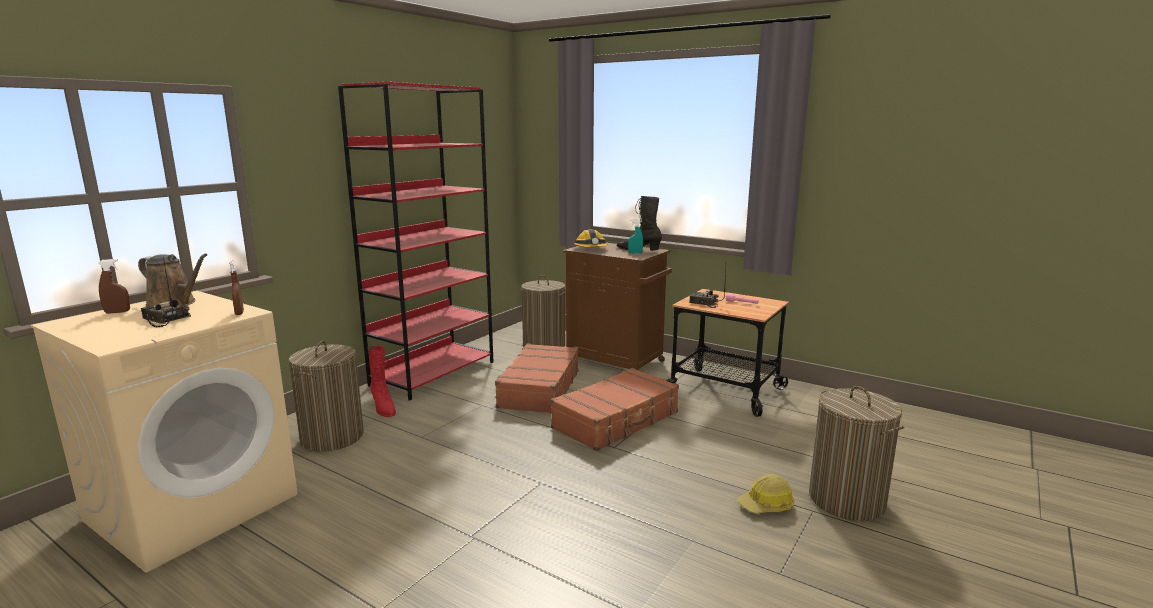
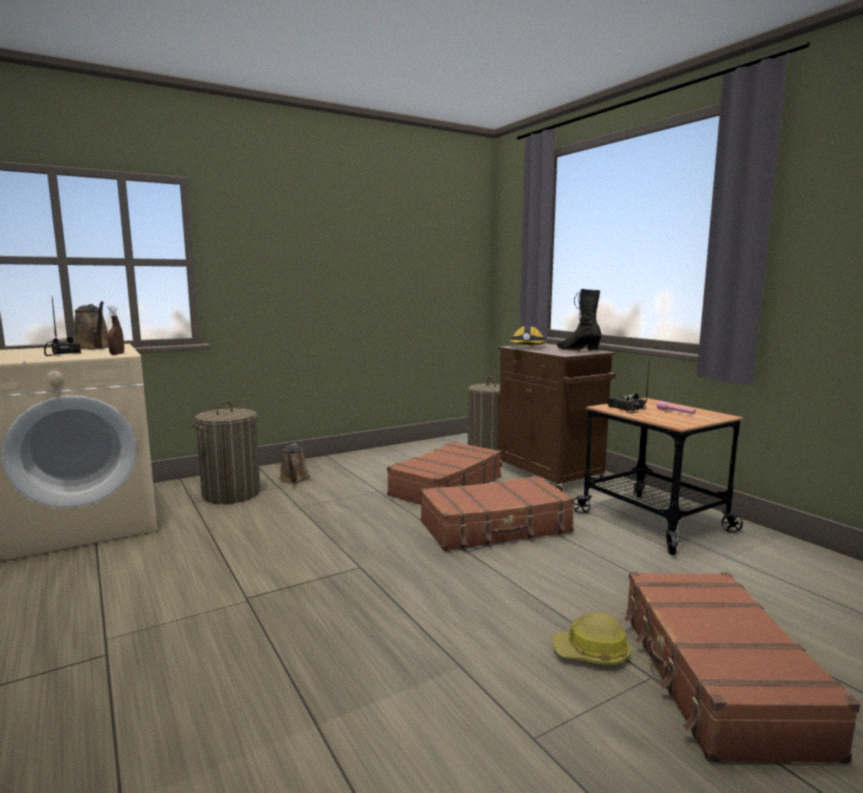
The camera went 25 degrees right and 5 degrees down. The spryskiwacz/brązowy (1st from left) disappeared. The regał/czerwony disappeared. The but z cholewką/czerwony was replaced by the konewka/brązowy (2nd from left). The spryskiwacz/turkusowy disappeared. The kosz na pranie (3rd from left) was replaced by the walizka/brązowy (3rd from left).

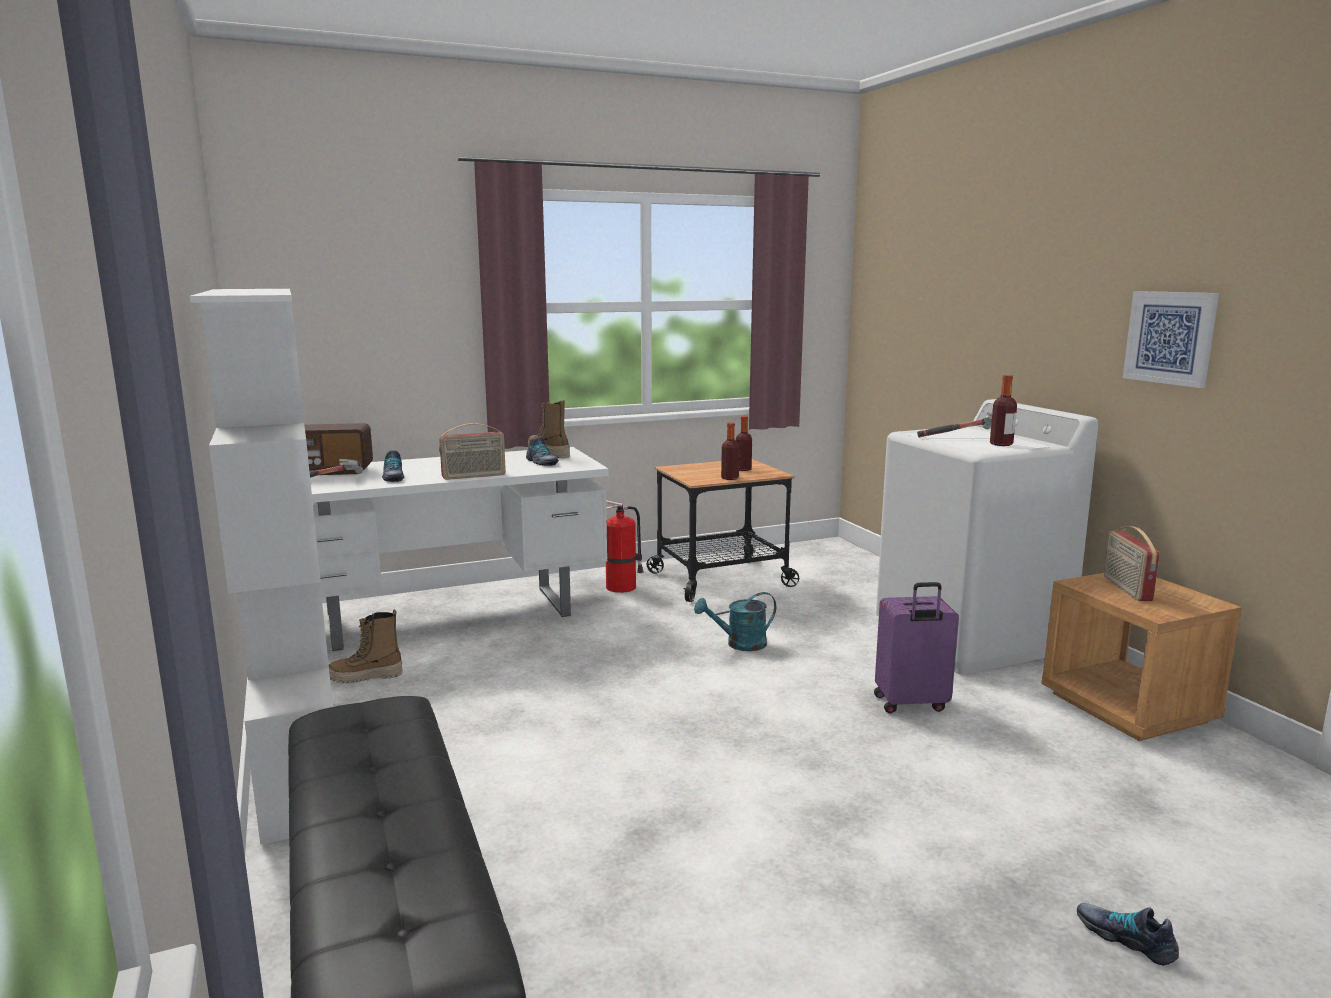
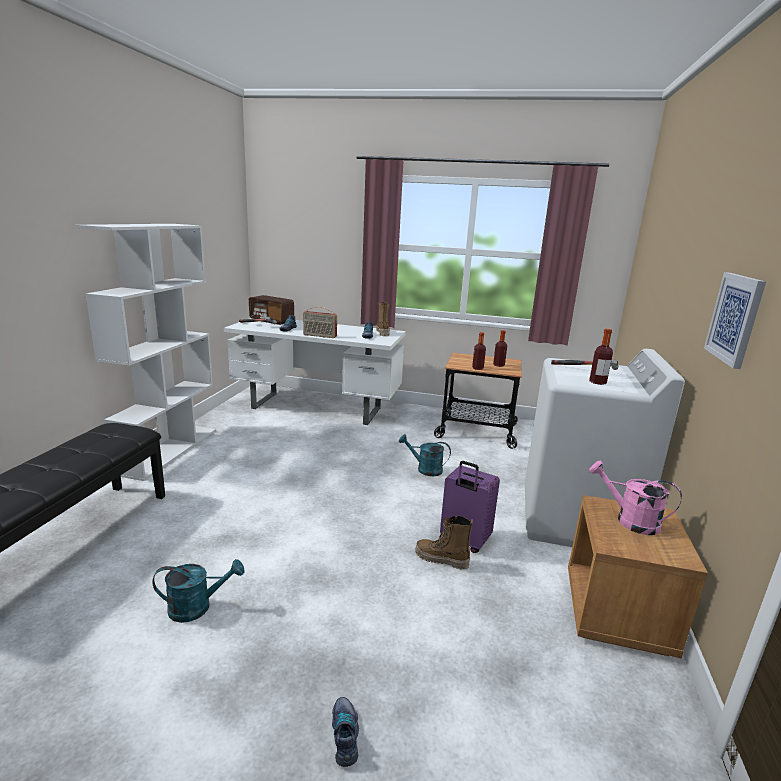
The camera went 35 degrees right and 5 degrees up. The but z cholewką (1st from left in the first image) moved. The gaśnica disappeared. The radio (3rd from left) was replaced by the konewka/różowy. The konewka/turkusowy (1st from left) appeared.

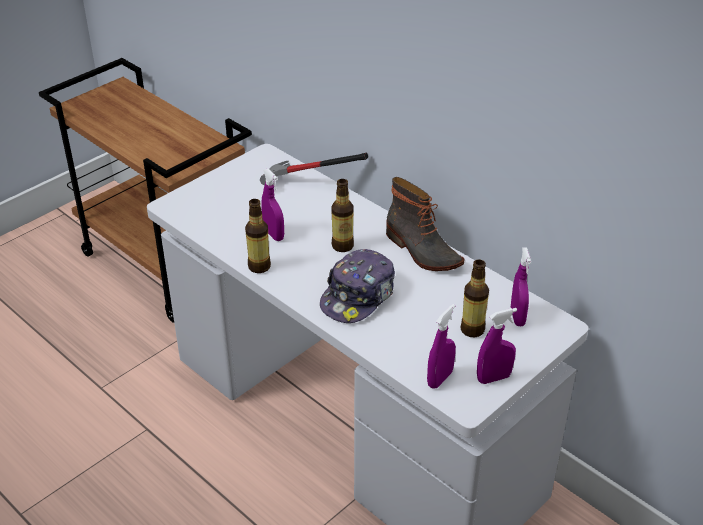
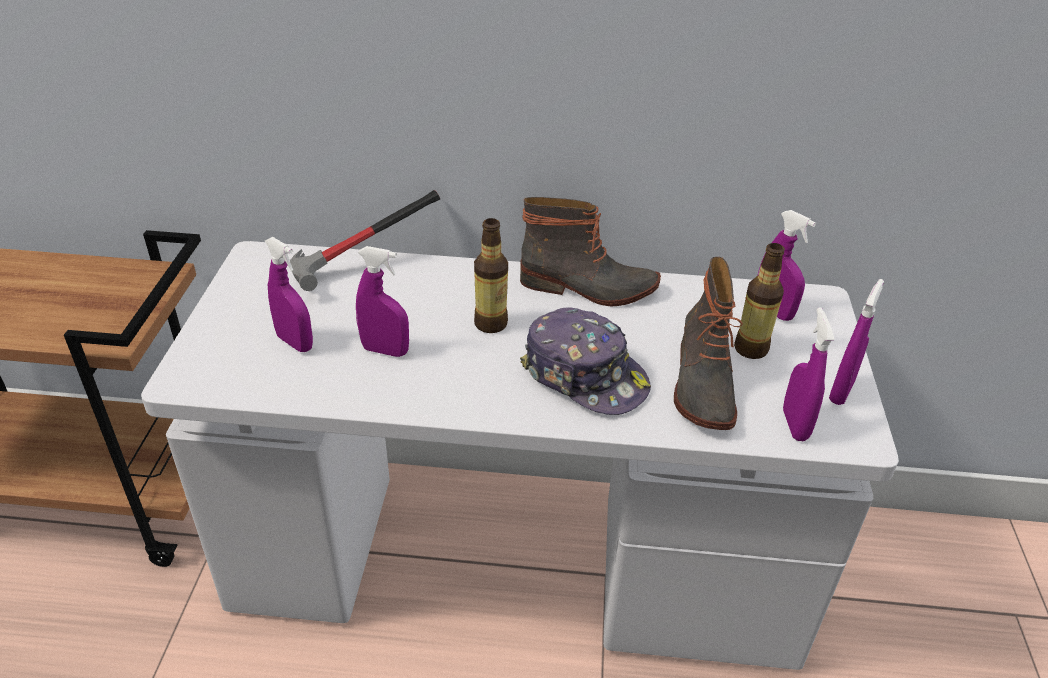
The camera went 40 degrees left and 0 degrees up. The butelka (1st from left) disappeared. The czapka z daszkiem turned 45 degrees counterclockwise. The spryskiwacz/fioletowy (1st from left) appeared. The but z cholewką (2nd from left) appeared.

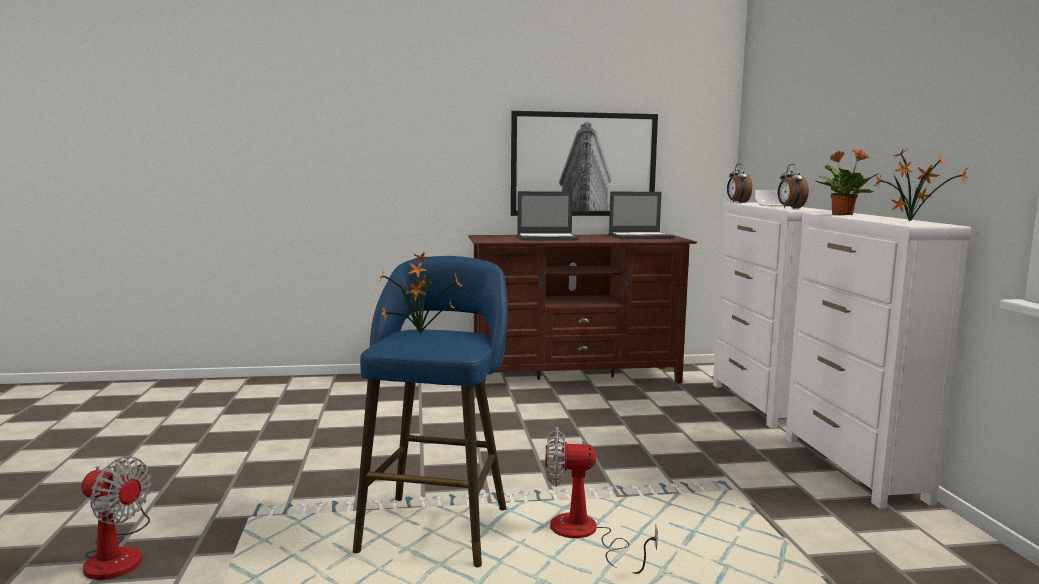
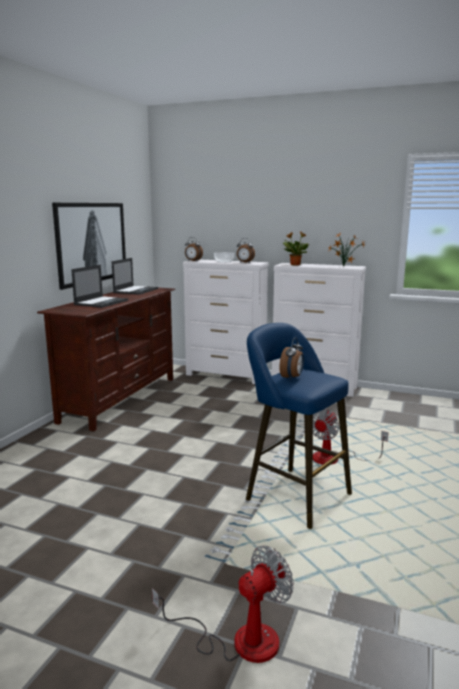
The camera went 60 degrees left and 5 degrees up. The roślina doniczkowa (1st from left) was replaced by the budzik (3rd from left).

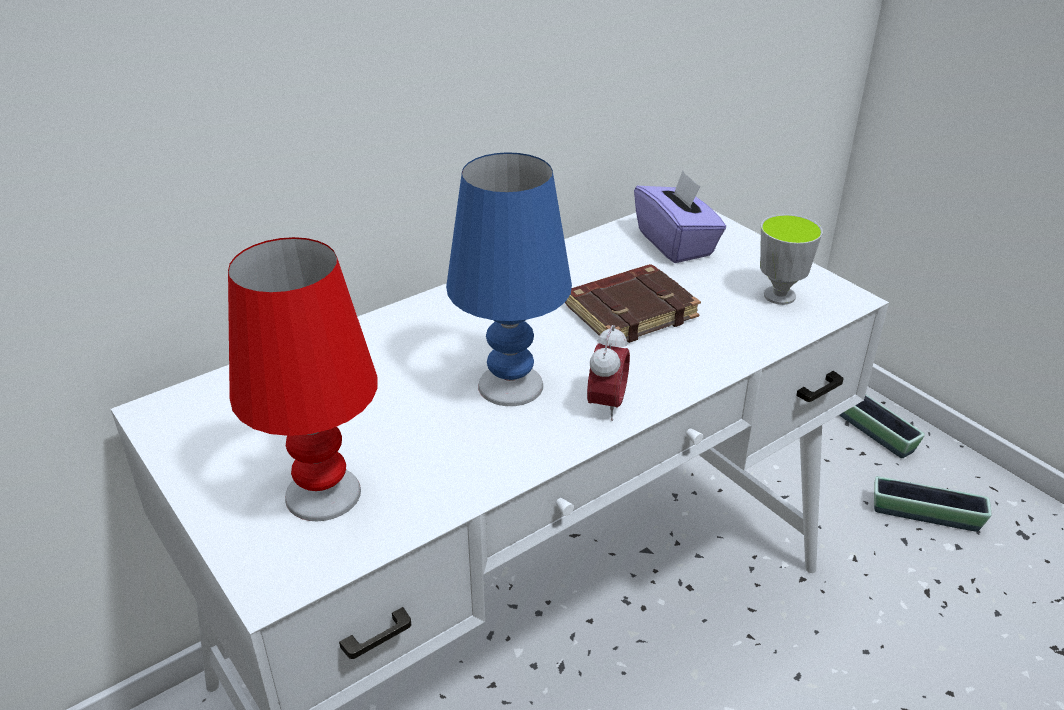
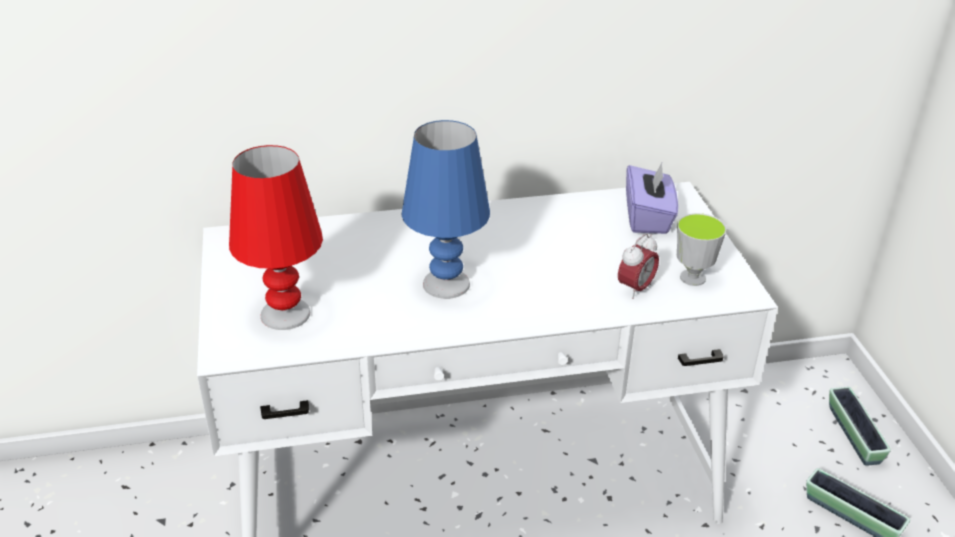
The camera went 25 degrees right and 0 degrees up. The książka/brązowy disappeared. The budzik moved.

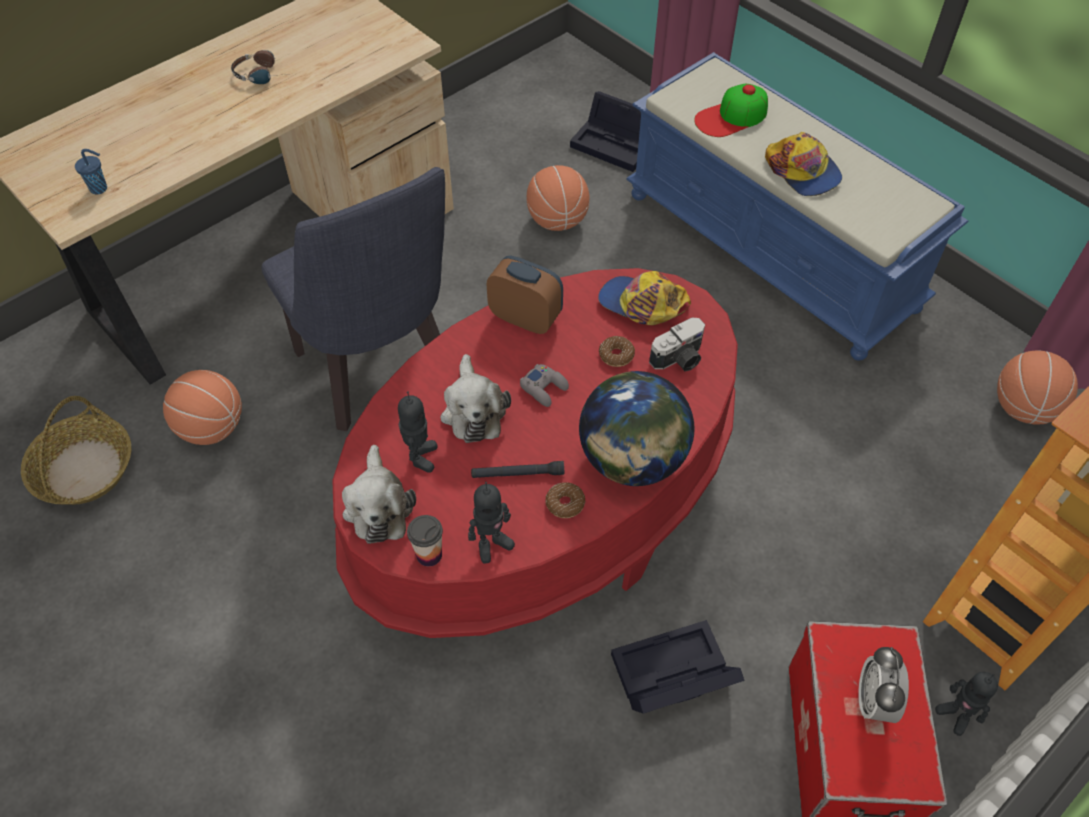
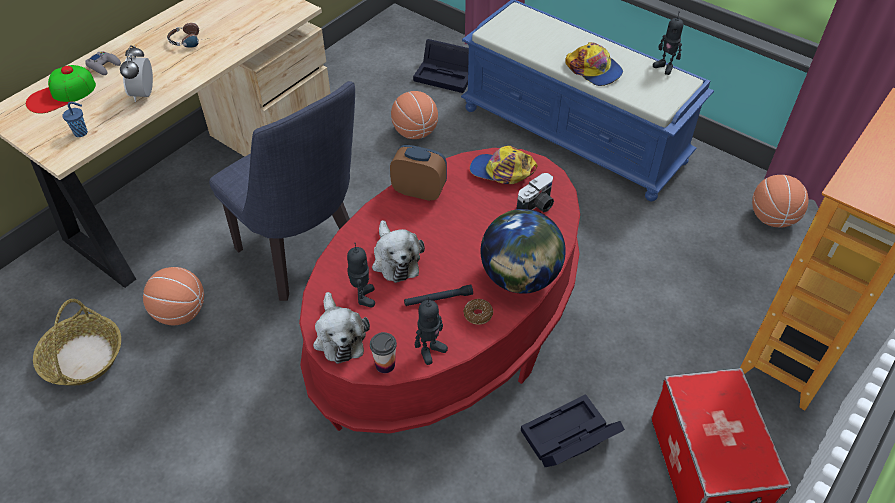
The camera went 10 degrees left and 5 degrees down. The pad do gier/szary moved. The donut (2nd from left) disappeared. The czapka z daszkiem (2nd from left in the first image) moved. The budzik (2nd from left in the first image) moved. The robot zabawkowy (3rd from left) moved.

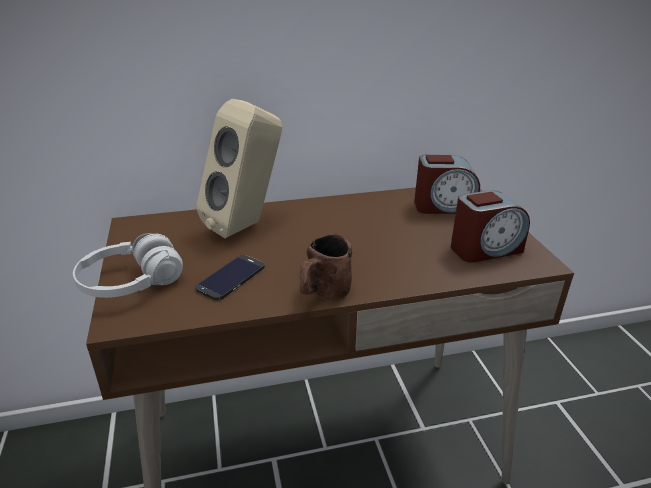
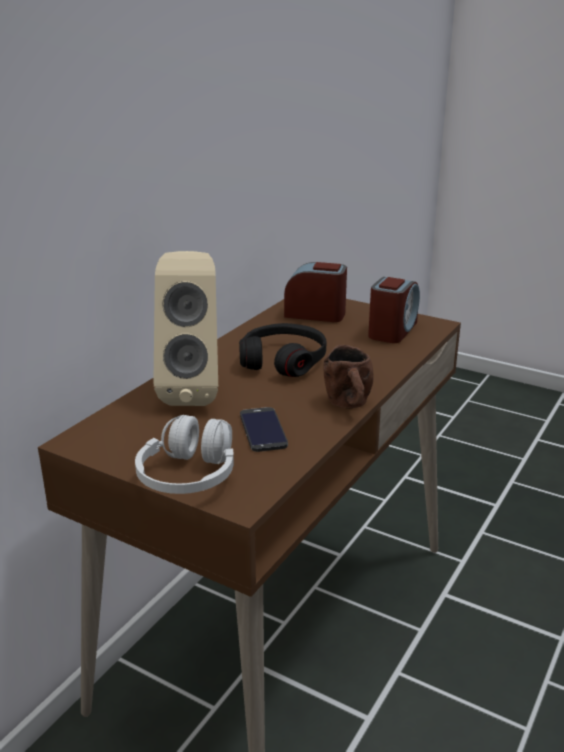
The camera went 45 degrees left and 5 degrees down. The budzik (1st from left) turned 120 degrees counterclockwise. The słuchawki/czarny appeared.

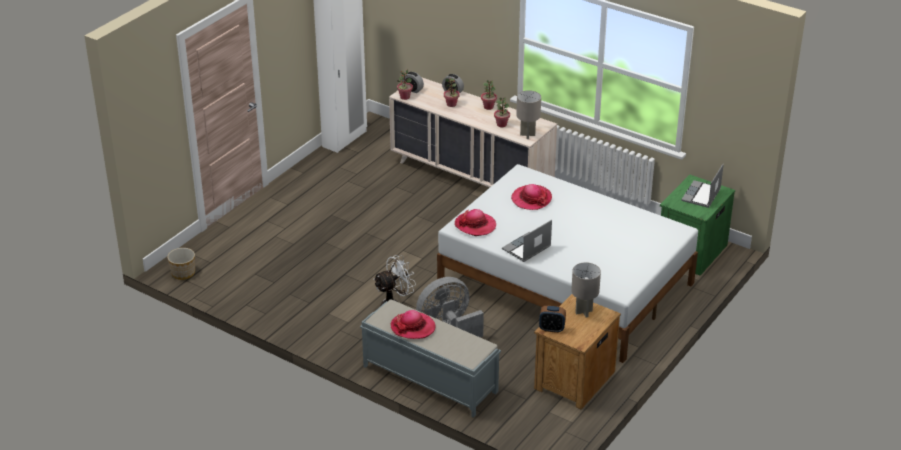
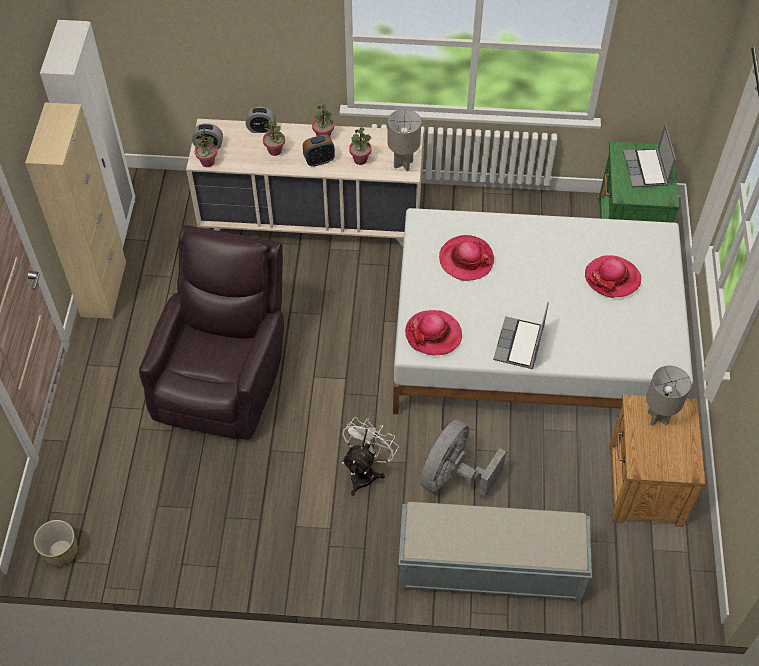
The camera went 30 degrees left and 20 degrees up. The kapelusz (1st from left in the first image) moved. The budzik (3rd from left) moved. The szafka/beżowy appeared. The fotel/brązowy appeared.

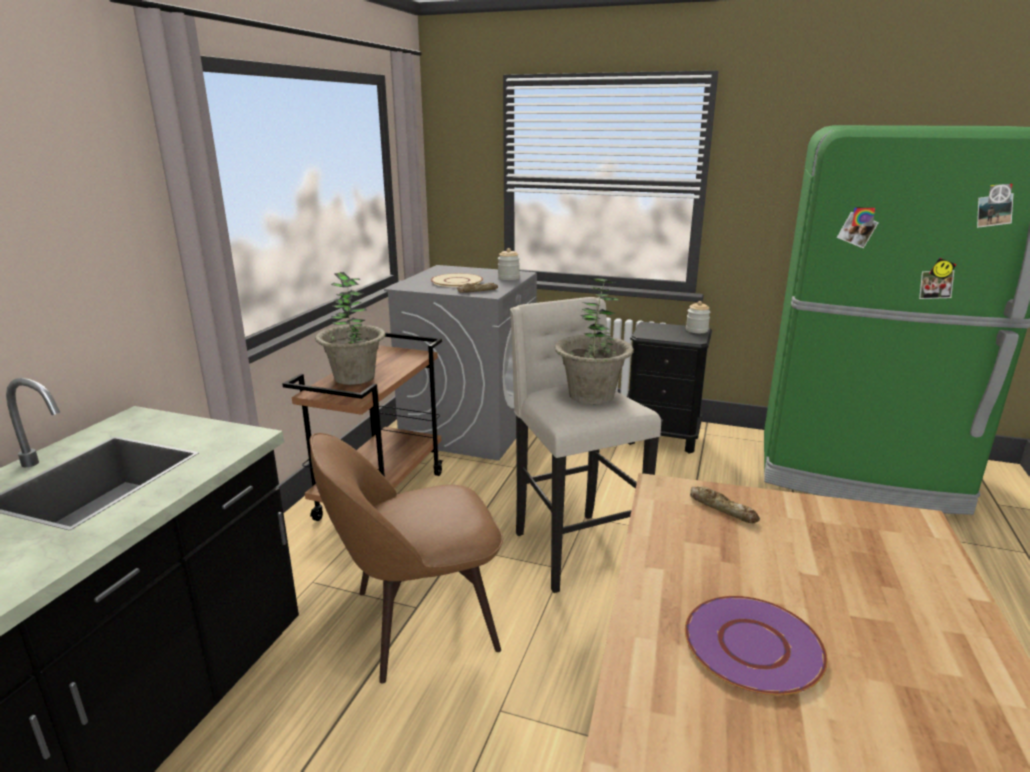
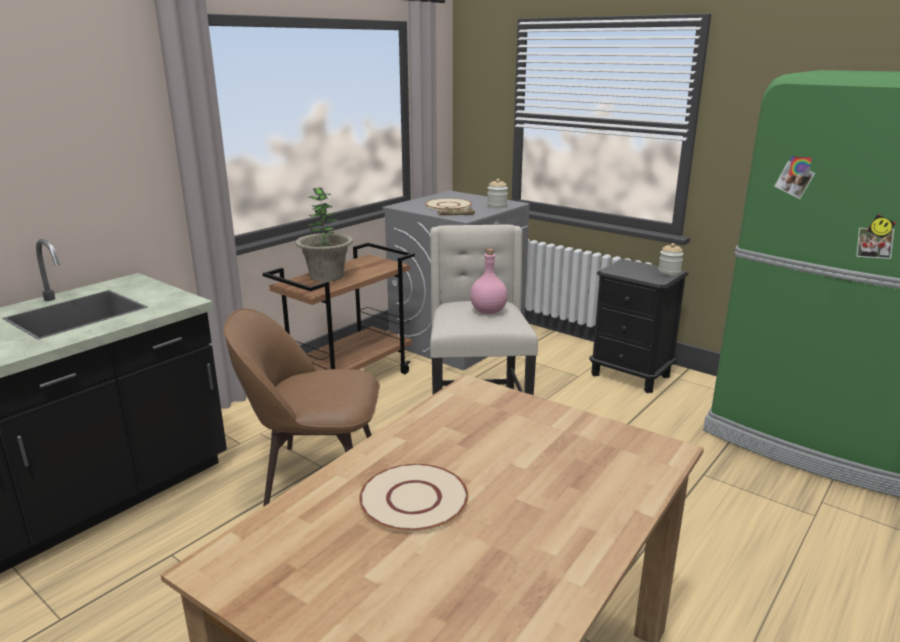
The camera went 20 degrees right and 0 degrees up. The roślina doniczkowa (2nd from left) was replaced by the butelka/różowy. The talerz/fioletowy became the talerz/beżowy (1st from left). The chleb (2nd from left) disappeared.

